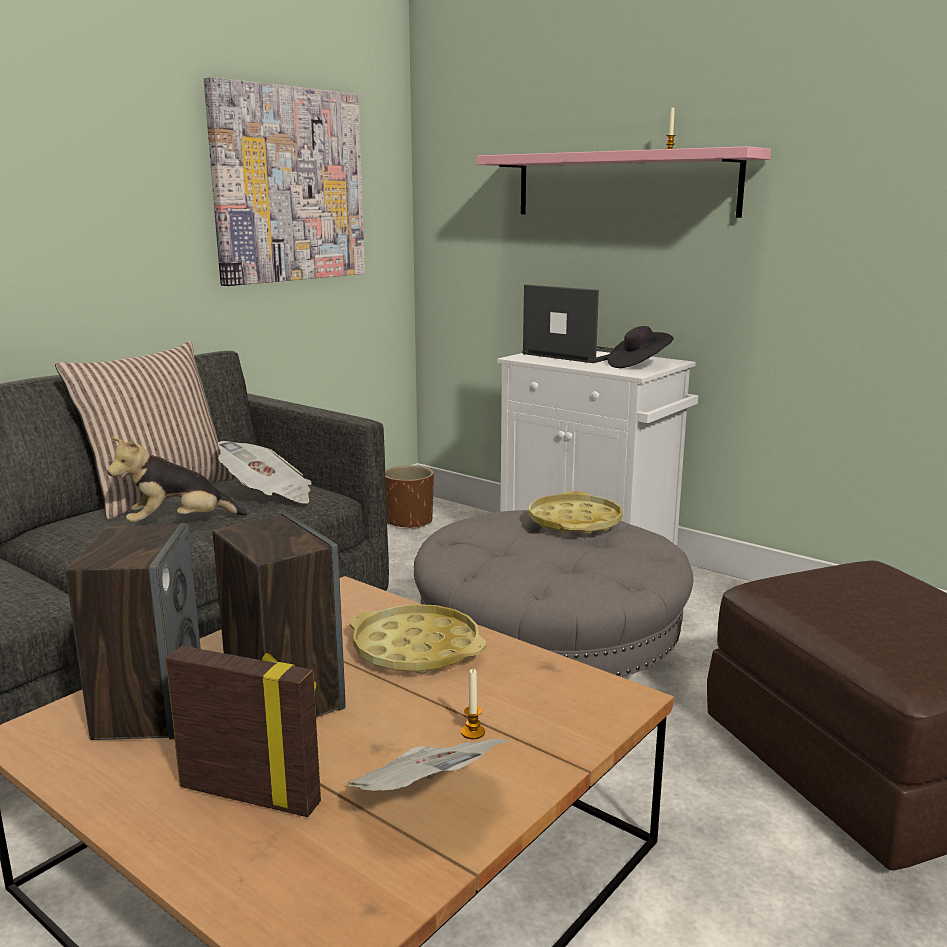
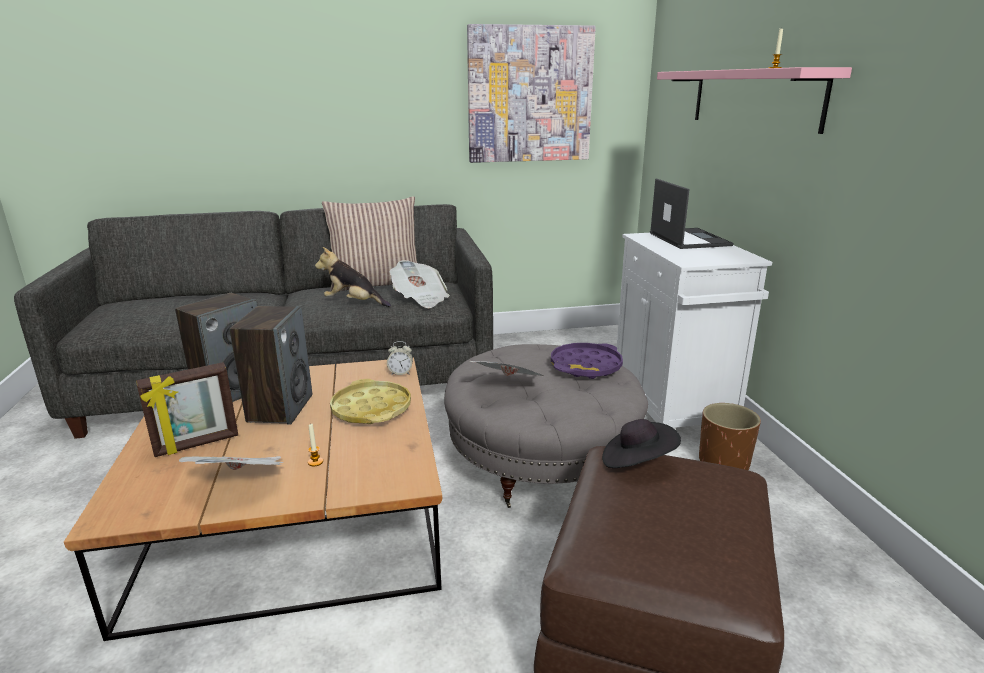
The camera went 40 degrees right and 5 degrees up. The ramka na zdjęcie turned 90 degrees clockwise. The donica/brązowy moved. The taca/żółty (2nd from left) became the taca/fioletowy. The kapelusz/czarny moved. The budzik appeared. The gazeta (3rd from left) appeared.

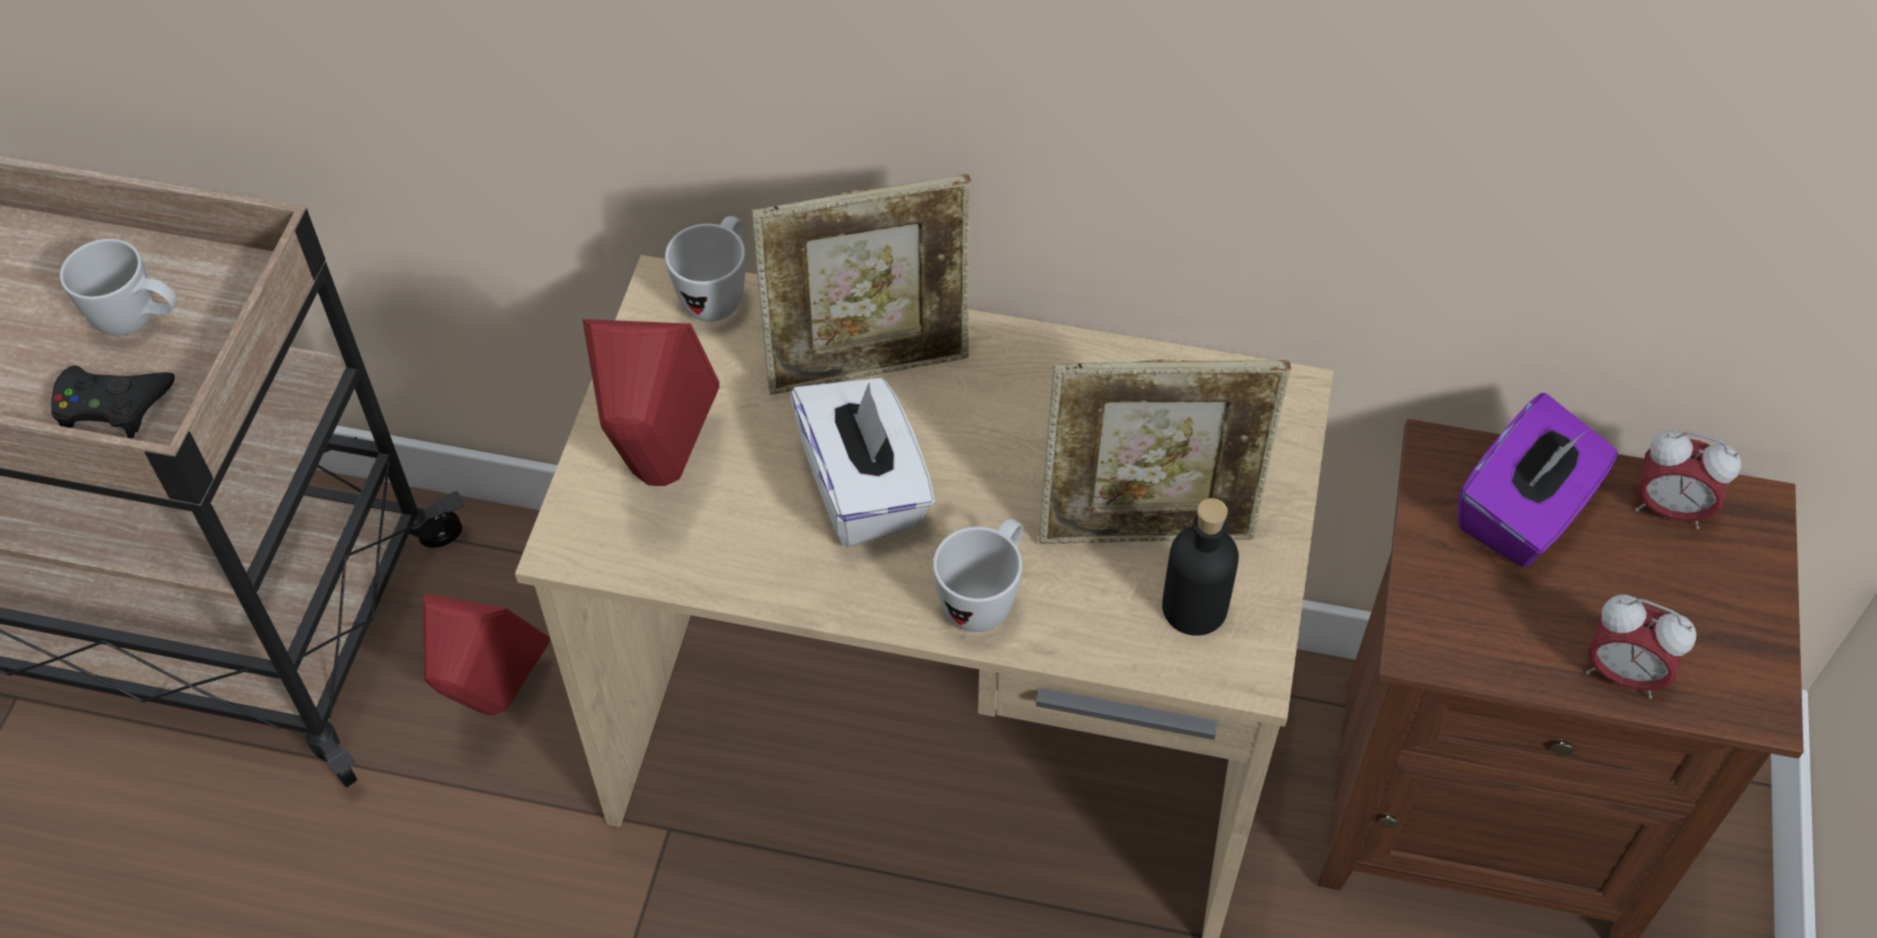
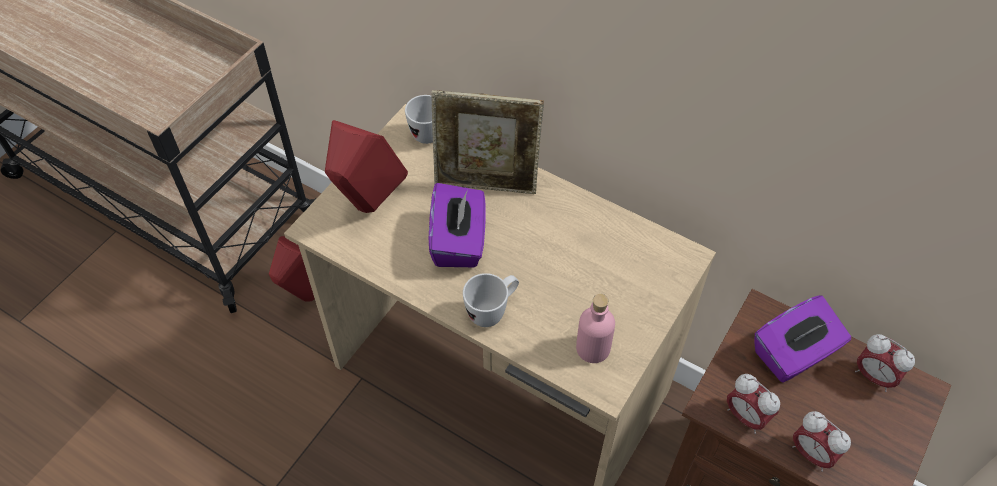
The camera went 20 degrees right and 0 degrees up. The pad do gier/czarny disappeared. The kubek/biały (1st from left) disappeared. The pudełko chusteczek/biały became the pudełko chusteczek/fioletowy (1st from left). The ramka na zdjęcie (2nd from left) disappeared. The butelka/czarny became the butelka/różowy. The budzik (1st from left) appeared.

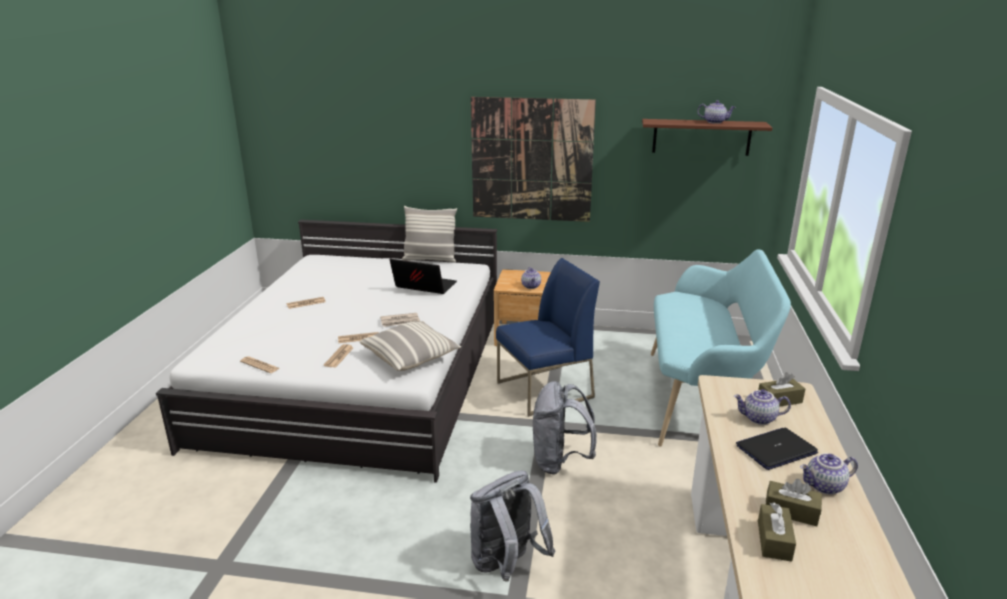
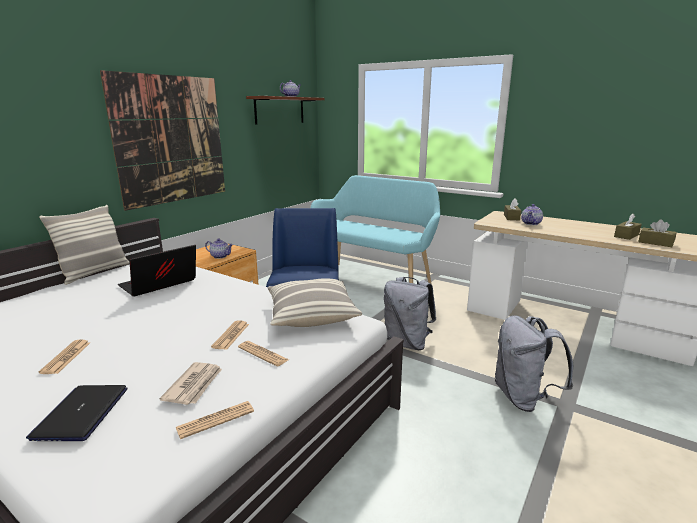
The camera went 65 degrees left and 5 degrees down. The gazeta (5th from left in the first image) moved. The laptop (2nd from left in the first image) moved. The imbryk (4th from left) disappeared.

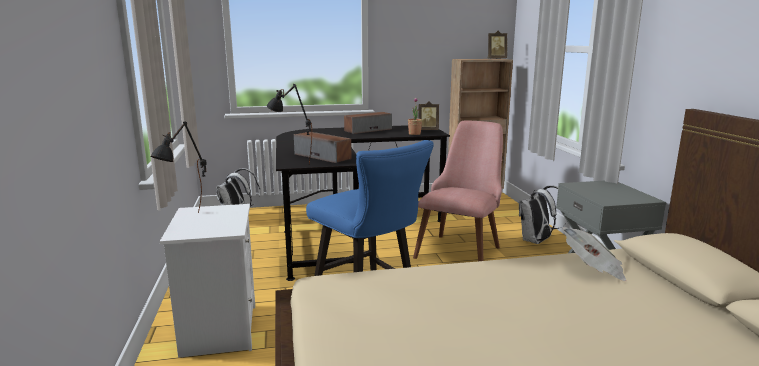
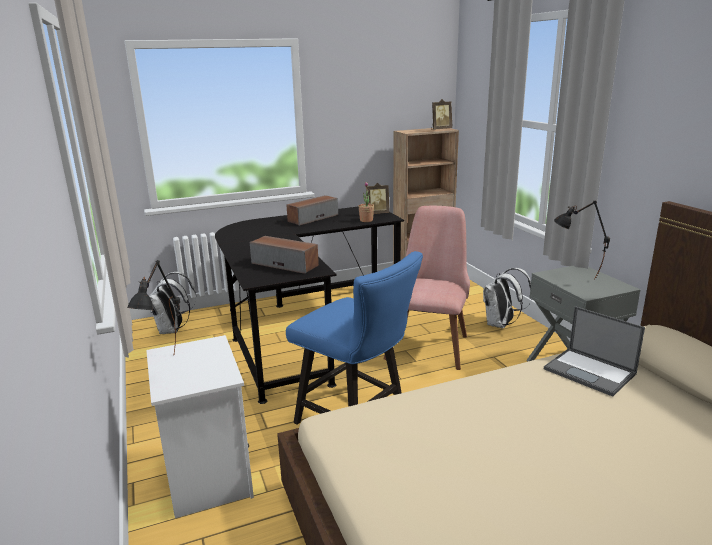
The camera went 10 degrees left and 5 degrees up. The lampa stołowa/czarny (2nd from left) moved. The gazeta was replaced by the laptop.

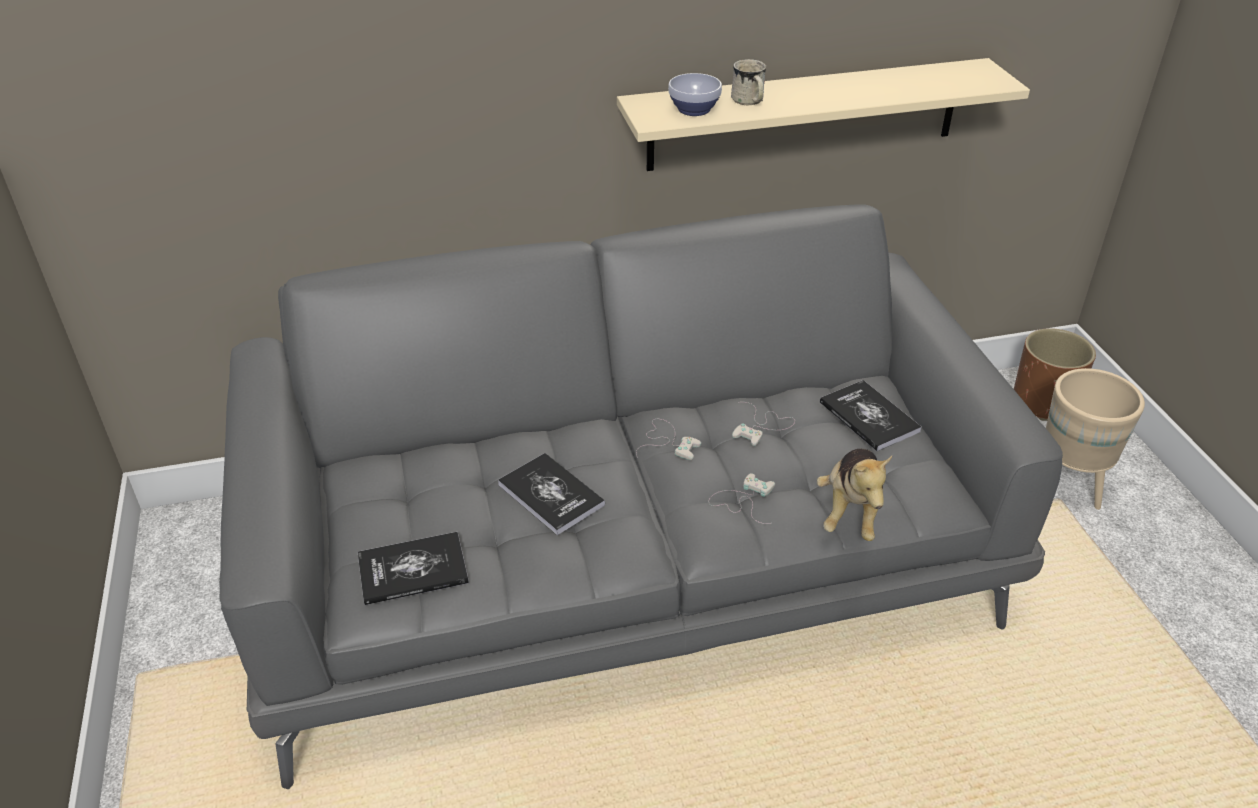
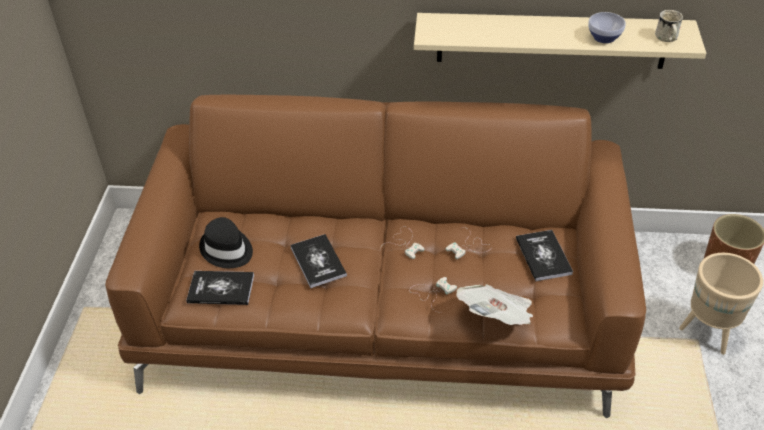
The camera went 20 degrees right and 5 degrees up. The kanapa/szary became the kanapa/brązowy. The miska moved. The kubek/biały moved. The pluszak was replaced by the gazeta. The kapelusz/czarny appeared.

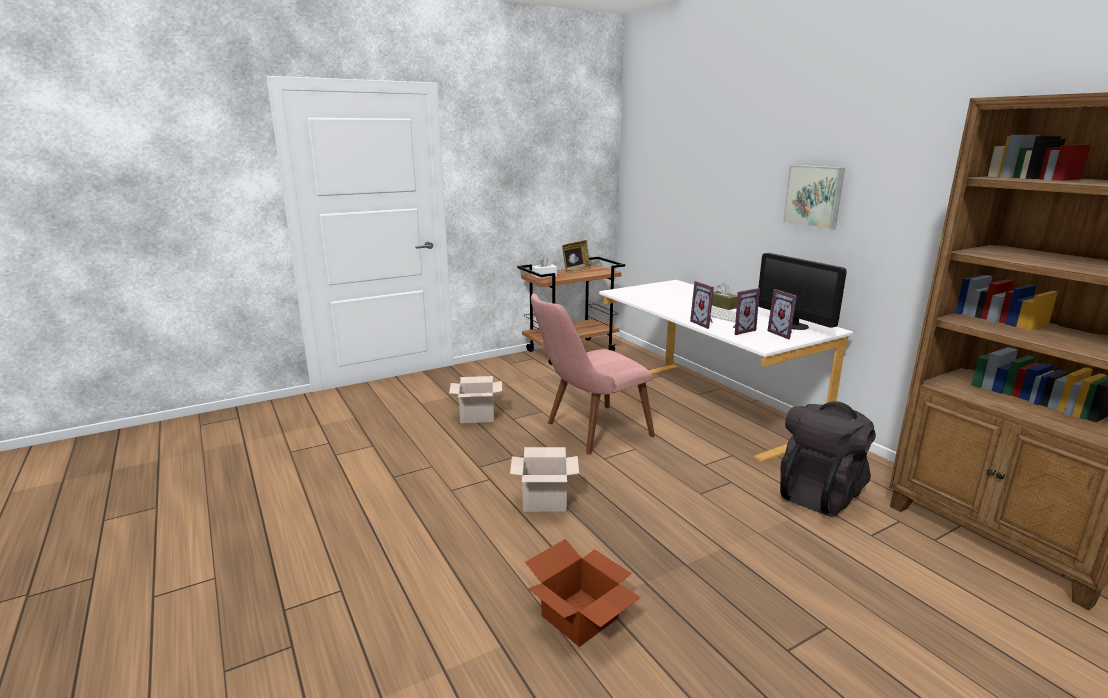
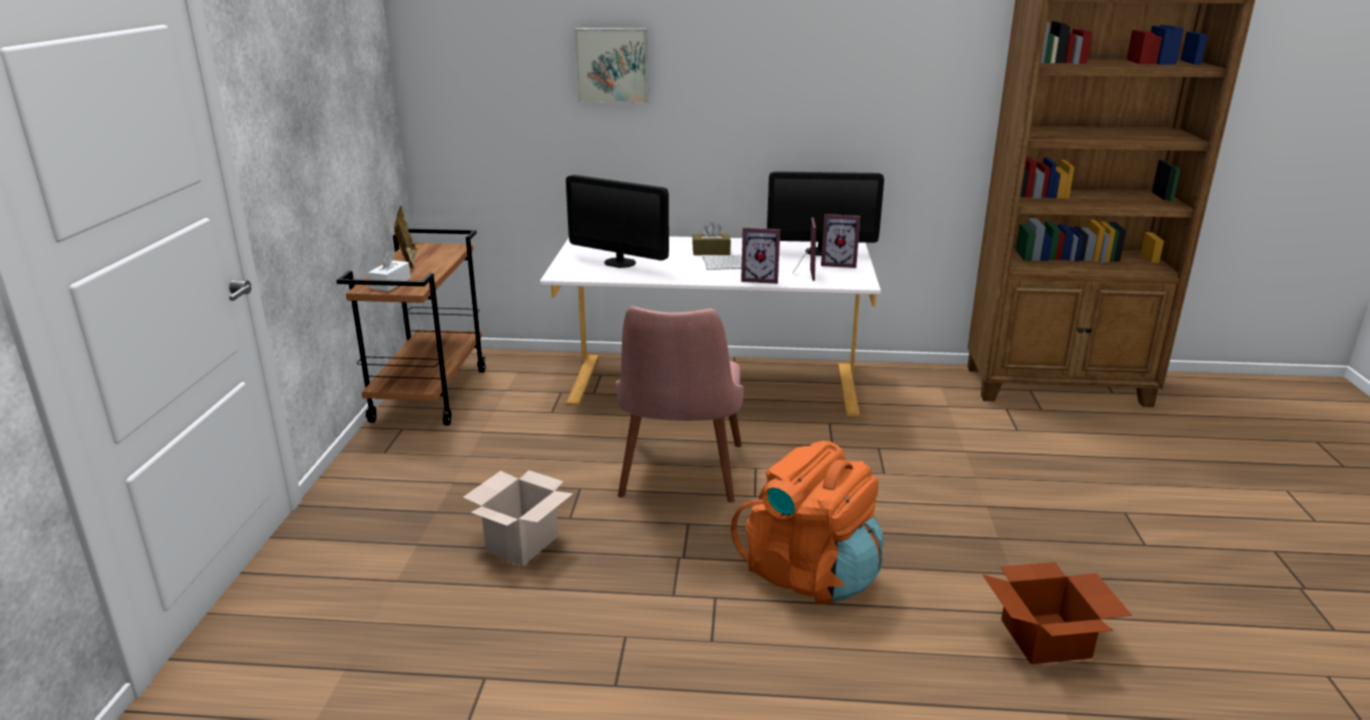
The camera went 55 degrees left and 5 degrees up. The karton (2nd from left) was replaced by the plecak/pomarańczowy. The plecak/czarny disappeared. The obraz moved. The monitor (1st from left) appeared.

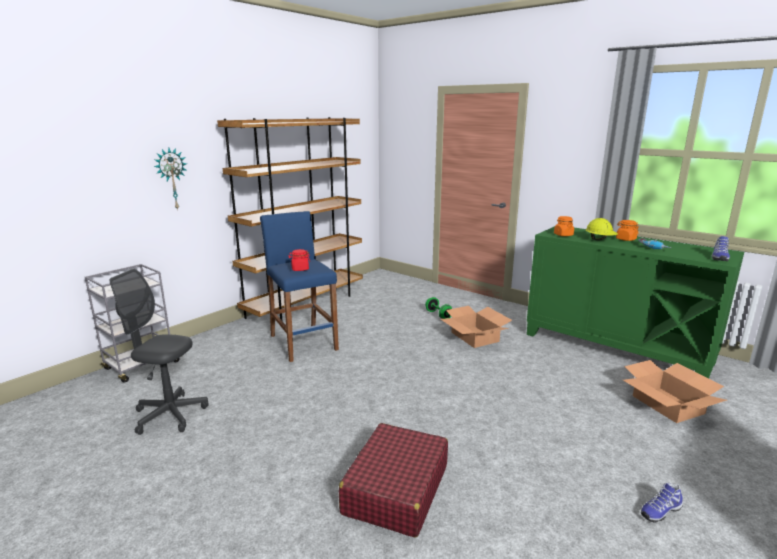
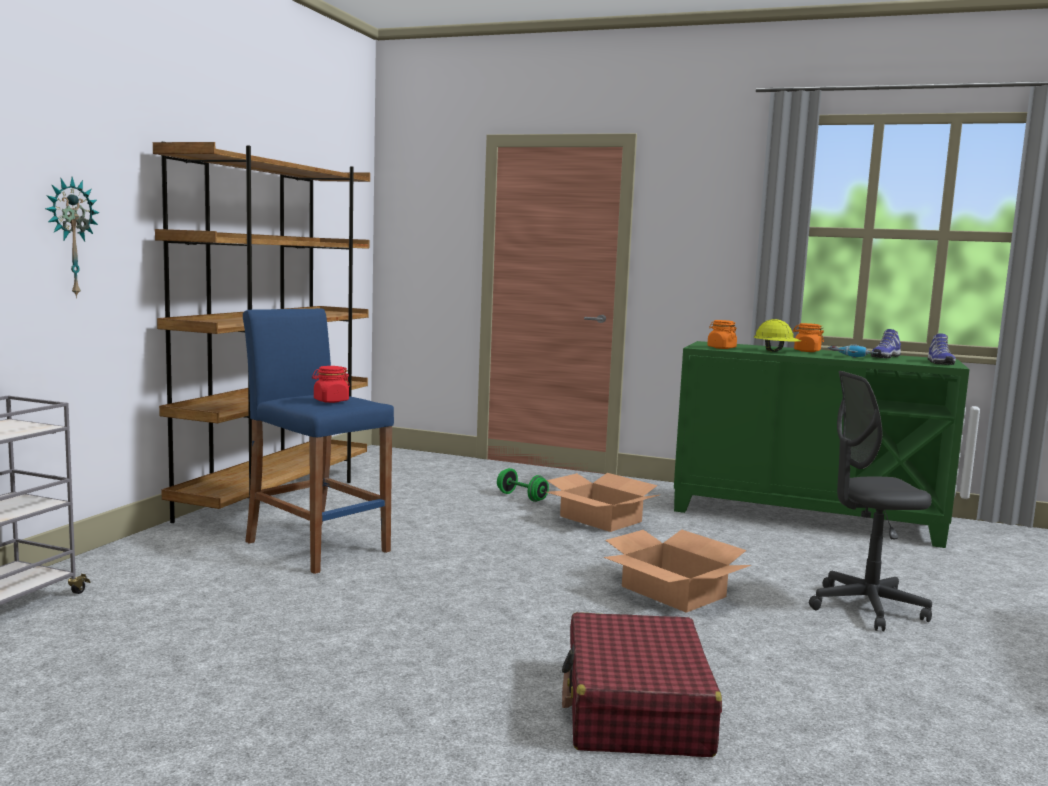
The camera went 20 degrees left and 10 degrees down. The krzesło biurowe/szary moved. The karton (2nd from left) moved. The but (1st from left) moved.

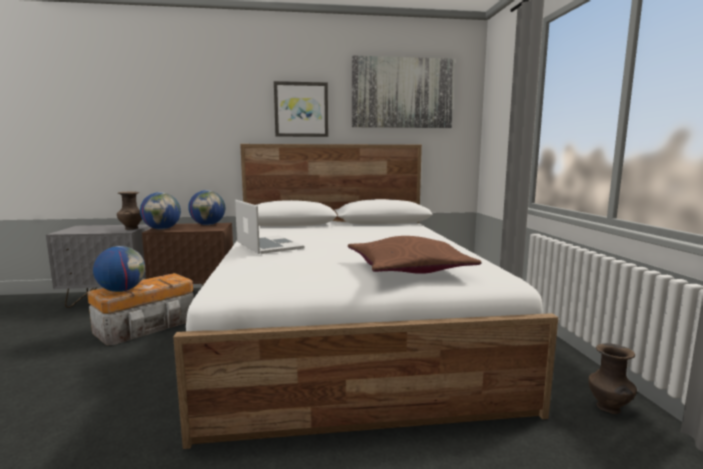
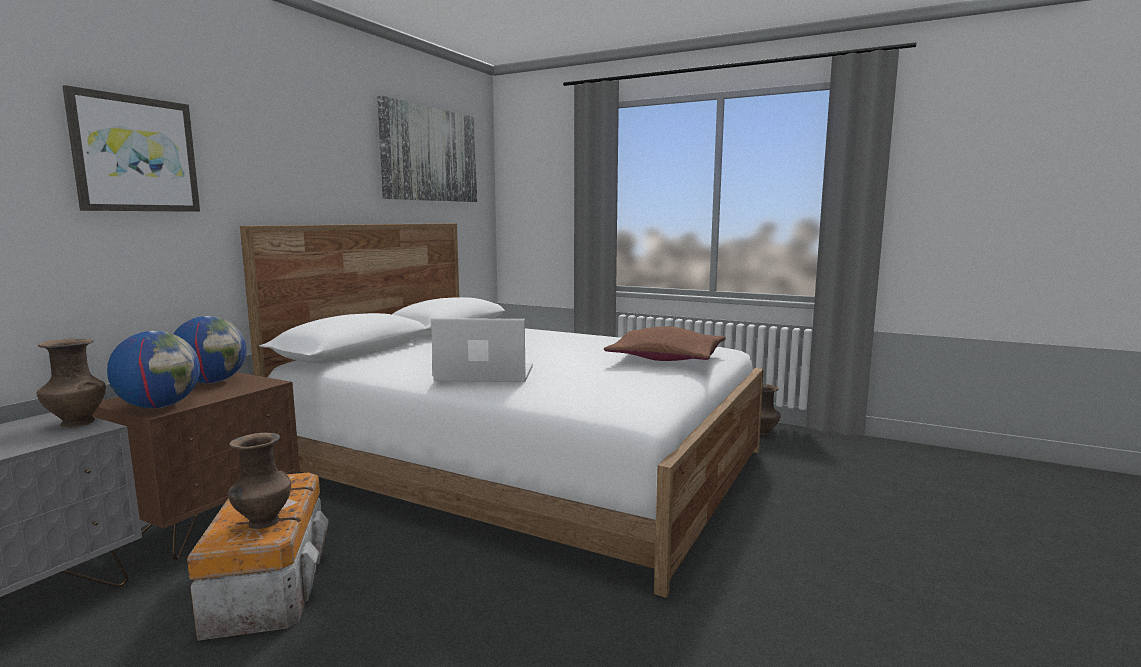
The camera went 55 degrees left and 0 degrees up. The globus (1st from left) was replaced by the wazon/brązowy (2nd from left). The obraz (1st from left) moved.

